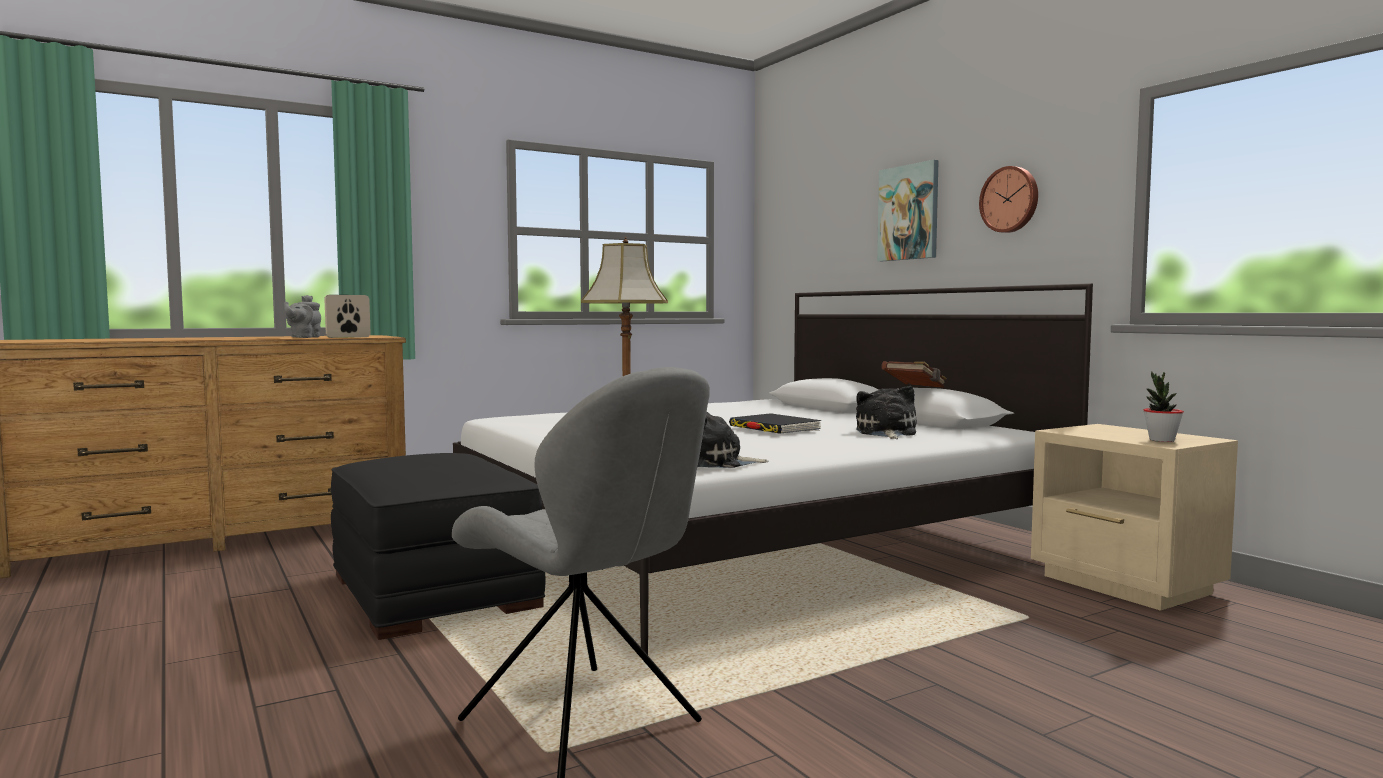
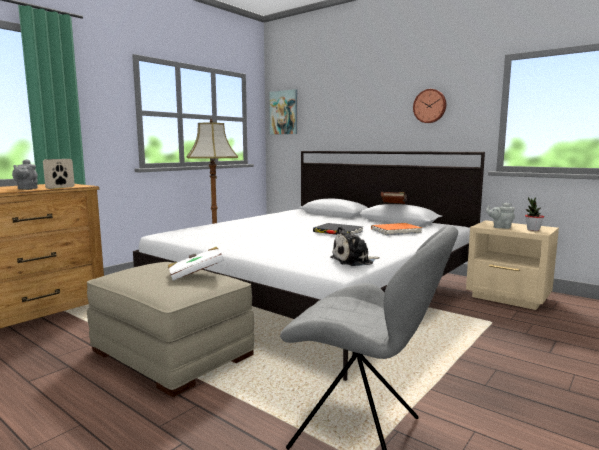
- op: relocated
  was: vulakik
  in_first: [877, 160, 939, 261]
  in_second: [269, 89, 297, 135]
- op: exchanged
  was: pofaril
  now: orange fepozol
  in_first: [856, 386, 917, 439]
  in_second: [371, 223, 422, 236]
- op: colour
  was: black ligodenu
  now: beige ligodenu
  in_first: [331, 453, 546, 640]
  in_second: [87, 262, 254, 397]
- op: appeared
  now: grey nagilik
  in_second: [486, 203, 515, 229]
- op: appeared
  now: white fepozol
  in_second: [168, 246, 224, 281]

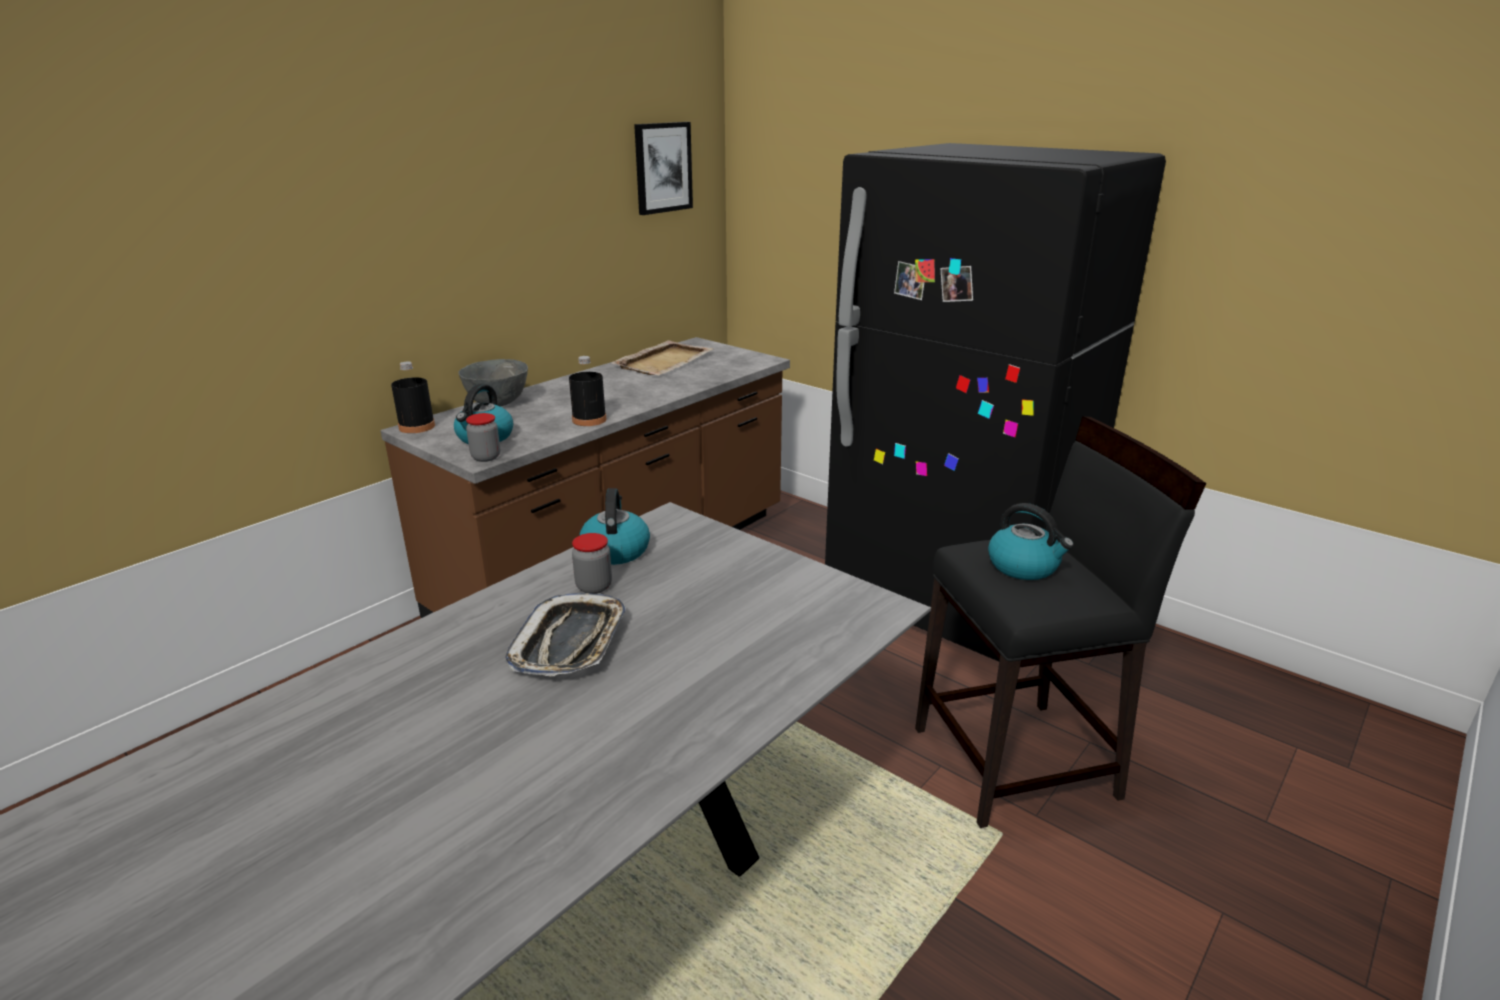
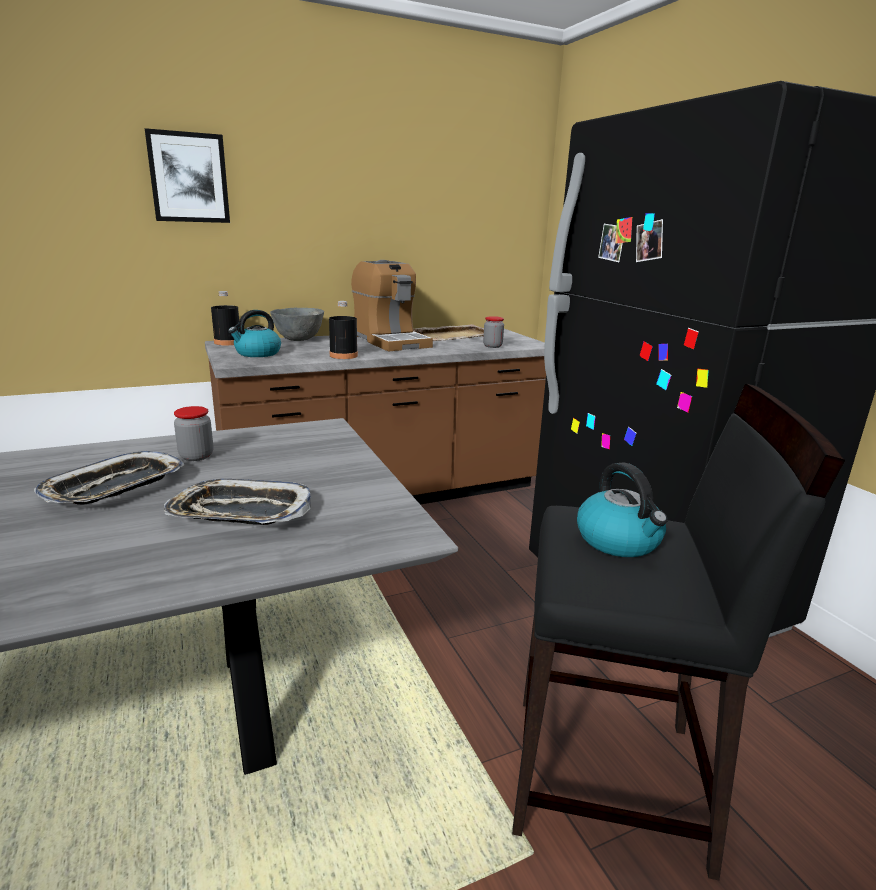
- op: relocated
  was: vulakik
  in_first: [634, 122, 693, 215]
  in_second: [145, 128, 230, 223]
- op: relocated
  was: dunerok
  in_first: [466, 413, 500, 462]
  in_second: [483, 316, 504, 348]
- op: missing
  was: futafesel
  in_first: [579, 488, 650, 565]
- op: appeared
  now: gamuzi
  in_second: [351, 260, 433, 351]
- op: appeared
  now: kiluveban
  in_second: [164, 479, 311, 525]

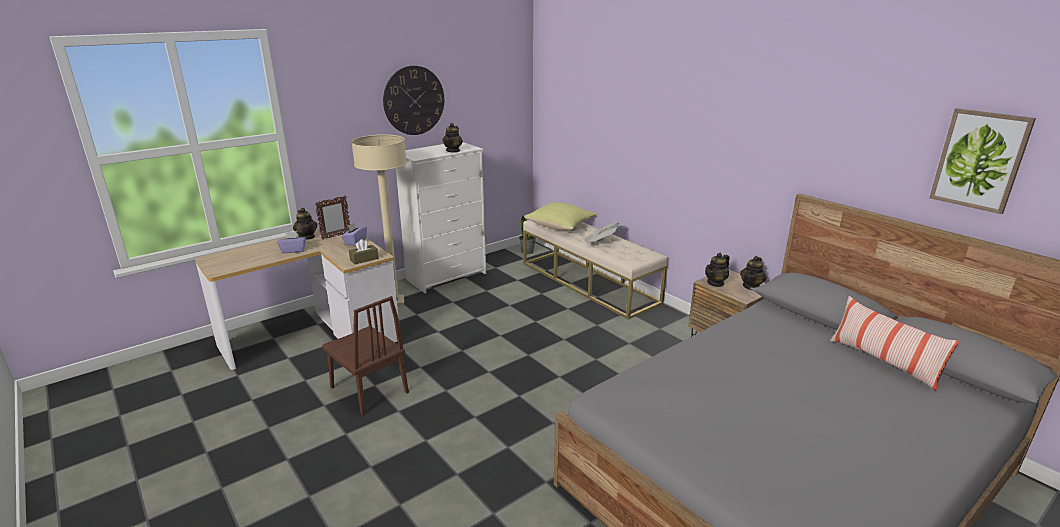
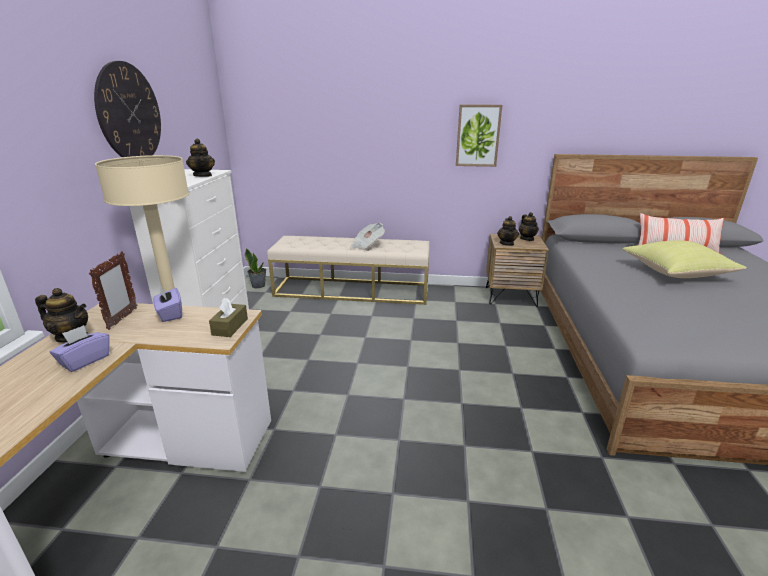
- op: relocated
  was: vulakik
  in_first: [929, 108, 1036, 214]
  in_second: [456, 104, 502, 167]
- op: relocated
  was: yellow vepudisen
  in_first: [524, 202, 597, 230]
  in_second: [622, 240, 747, 278]
- op: missing
  was: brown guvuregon
  in_first: [322, 296, 409, 416]

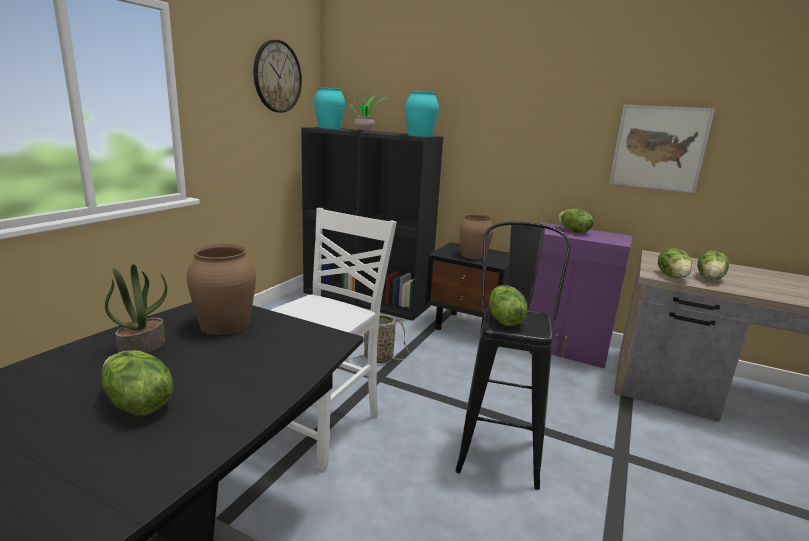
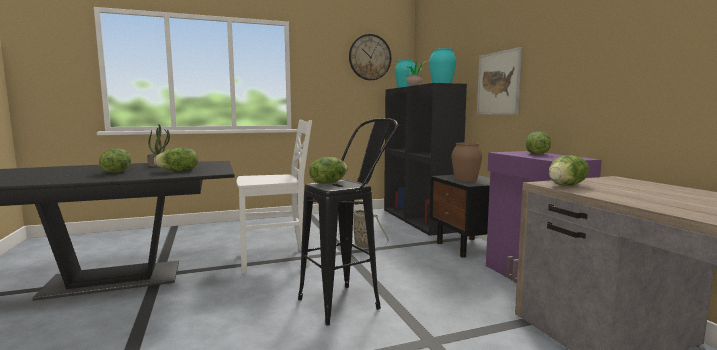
- op: relocated
  was: vulakik
  in_first: [609, 104, 715, 193]
  in_second: [477, 47, 522, 115]
- op: missing
  was: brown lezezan
  in_first: [187, 244, 256, 335]
- op: relocated
  was: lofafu
  in_first: [697, 251, 729, 280]
  in_second: [154, 148, 198, 171]

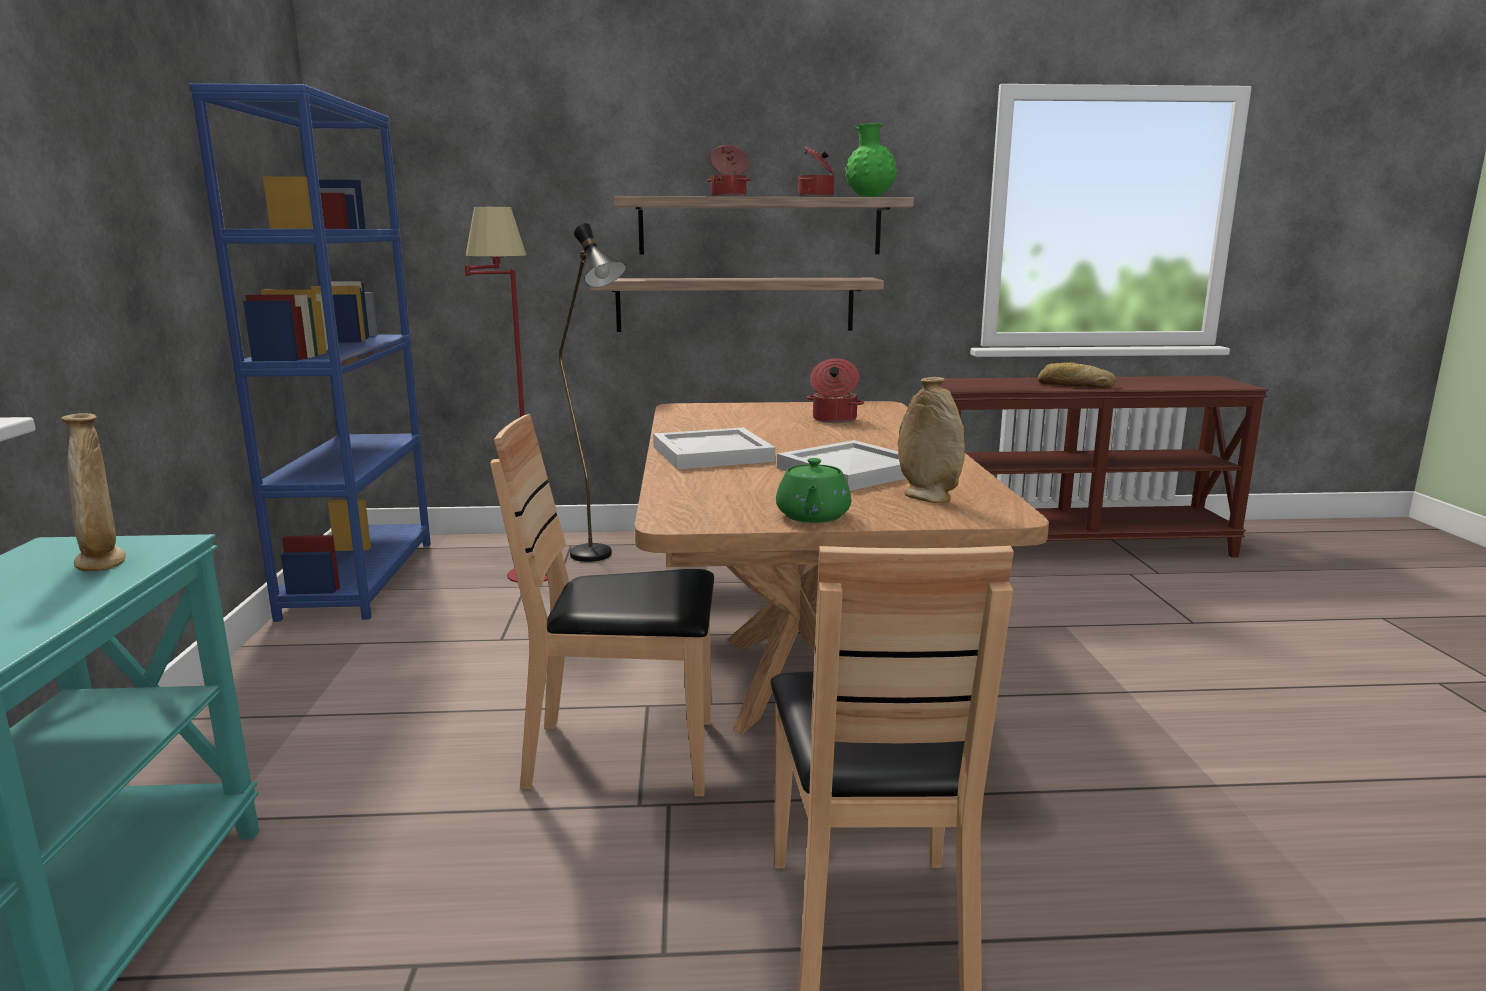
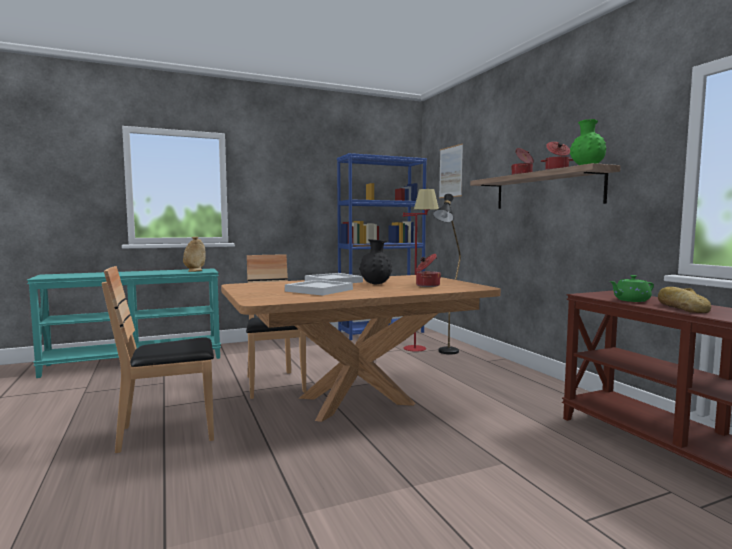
- op: missing
  was: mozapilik
  in_first: [590, 278, 884, 332]
- op: missing
  was: beige lezezan
  in_first: [898, 377, 965, 503]
- op: relocated
  was: green nagilik
  in_first: [776, 458, 851, 523]
  in_second: [609, 275, 654, 302]
- op: appeared
  now: vulakik
  in_second: [439, 143, 463, 198]
- op: appeared
  now: black lezezan
  in_second: [359, 239, 392, 285]

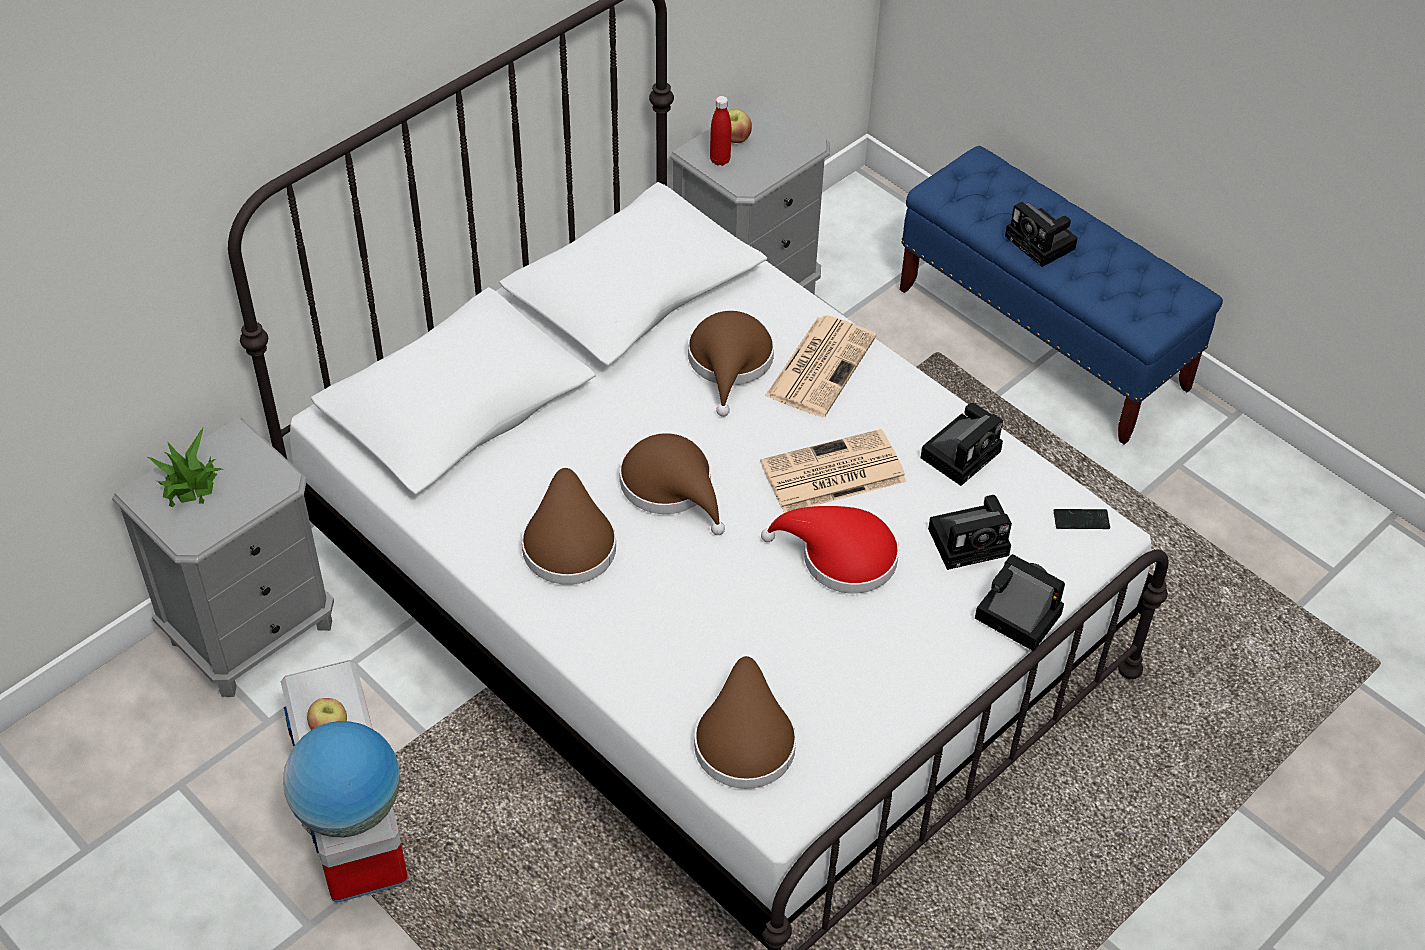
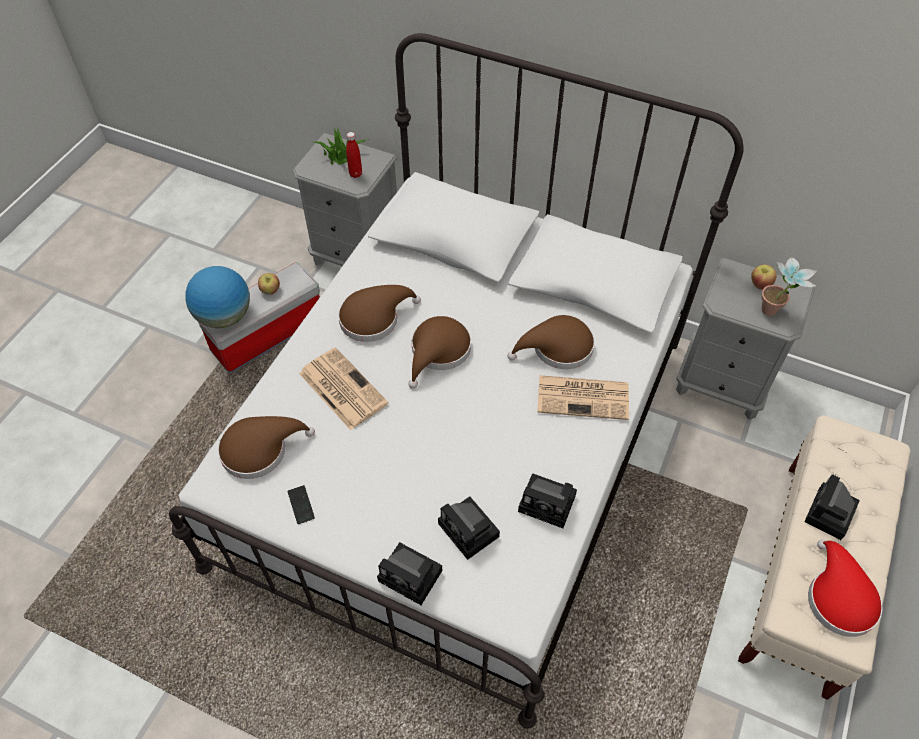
- op: relocated
  was: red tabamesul
  in_first: [710, 96, 731, 166]
  in_second: [346, 132, 362, 178]
- op: colour
  was: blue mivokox
  now: beige mivokox
  in_first: [900, 146, 1223, 445]
  in_second: [738, 415, 911, 700]
- op: relocated
  was: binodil
  in_first: [760, 429, 907, 513]
  in_second: [299, 347, 388, 430]
- op: relocated
  was: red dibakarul
  in_first: [761, 506, 899, 593]
  in_second: [808, 539, 883, 637]
- op: relocated
  was: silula
  in_first: [1053, 509, 1110, 529]
  in_second: [287, 485, 315, 524]
- op: spun
  was: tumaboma
  in_first: [975, 554, 1065, 651]
  in_second: [377, 542, 442, 605]
  clockwise: 105
- op: appeared
  now: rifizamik
  in_second: [761, 257, 817, 316]

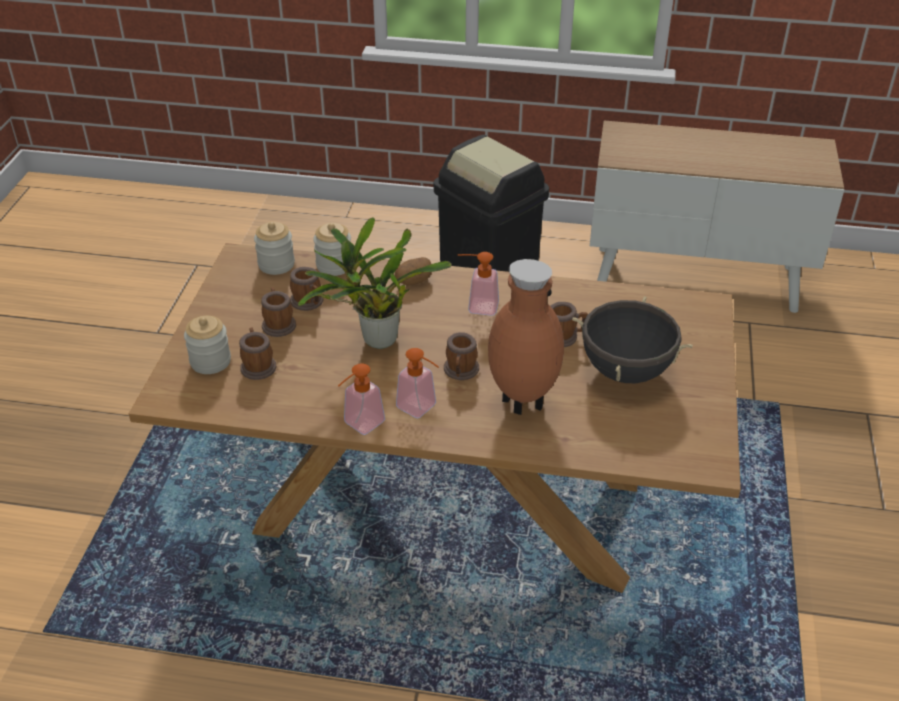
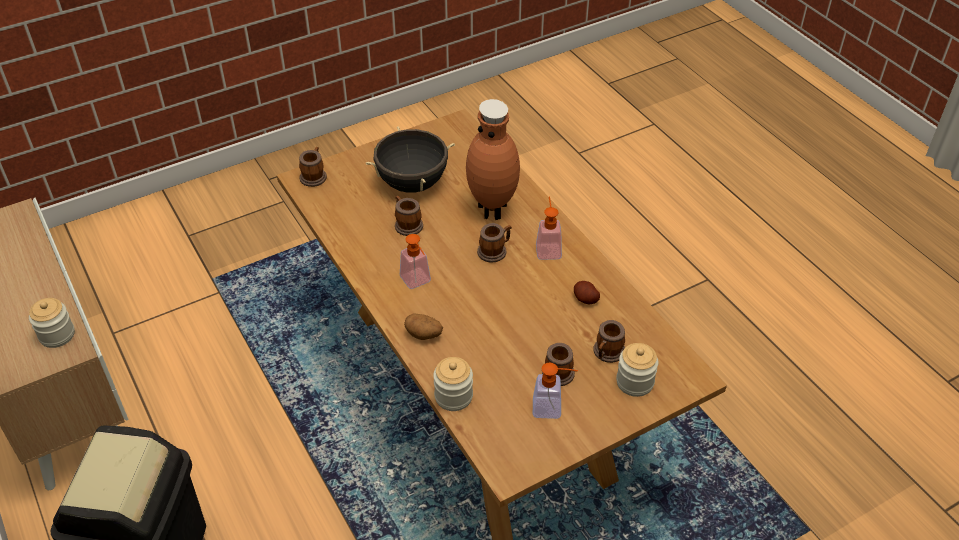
- op: missing
  was: rifizamik
  in_first: [298, 217, 451, 349]
- op: relocated
  was: dunerok
  in_first: [254, 222, 295, 275]
  in_second: [29, 298, 75, 348]
- op: relocated
  was: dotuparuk
  in_first: [290, 267, 324, 311]
  in_second: [299, 147, 327, 187]
- op: relocated
  was: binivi
  in_first: [338, 363, 385, 435]
  in_second: [533, 363, 578, 419]
- op: appeared
  now: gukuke
  in_second: [574, 281, 600, 304]

